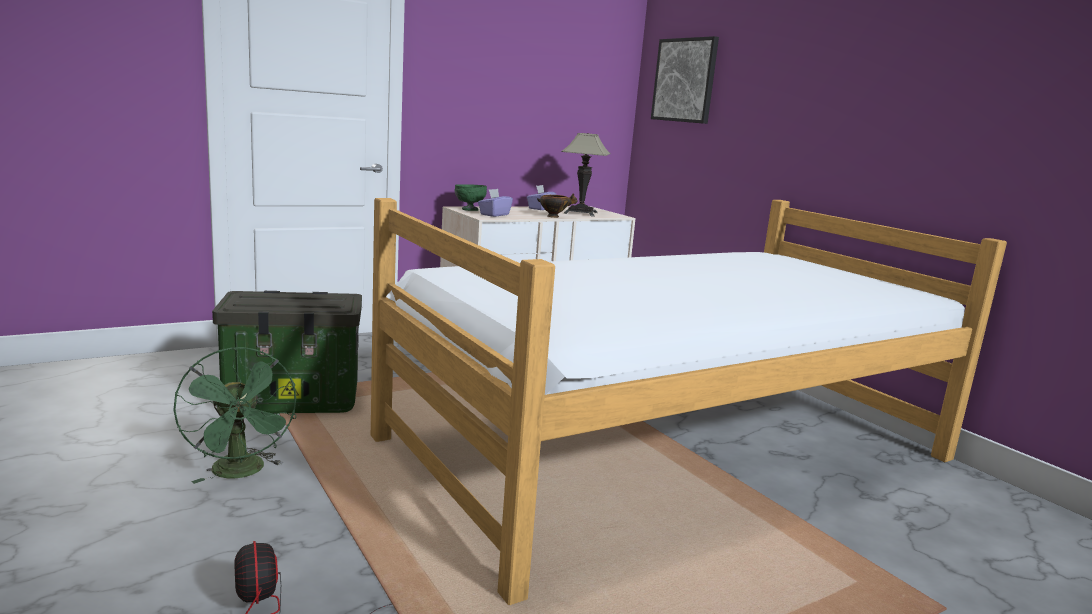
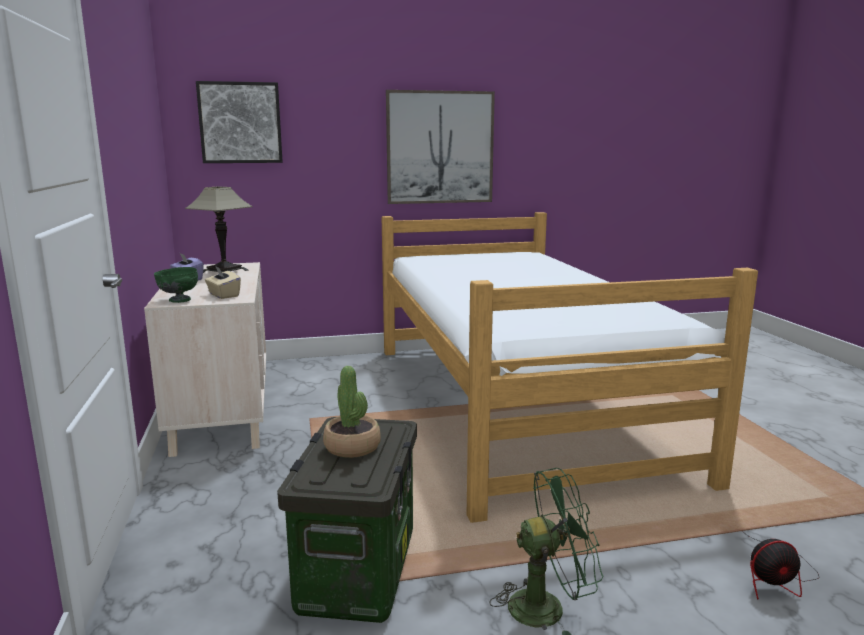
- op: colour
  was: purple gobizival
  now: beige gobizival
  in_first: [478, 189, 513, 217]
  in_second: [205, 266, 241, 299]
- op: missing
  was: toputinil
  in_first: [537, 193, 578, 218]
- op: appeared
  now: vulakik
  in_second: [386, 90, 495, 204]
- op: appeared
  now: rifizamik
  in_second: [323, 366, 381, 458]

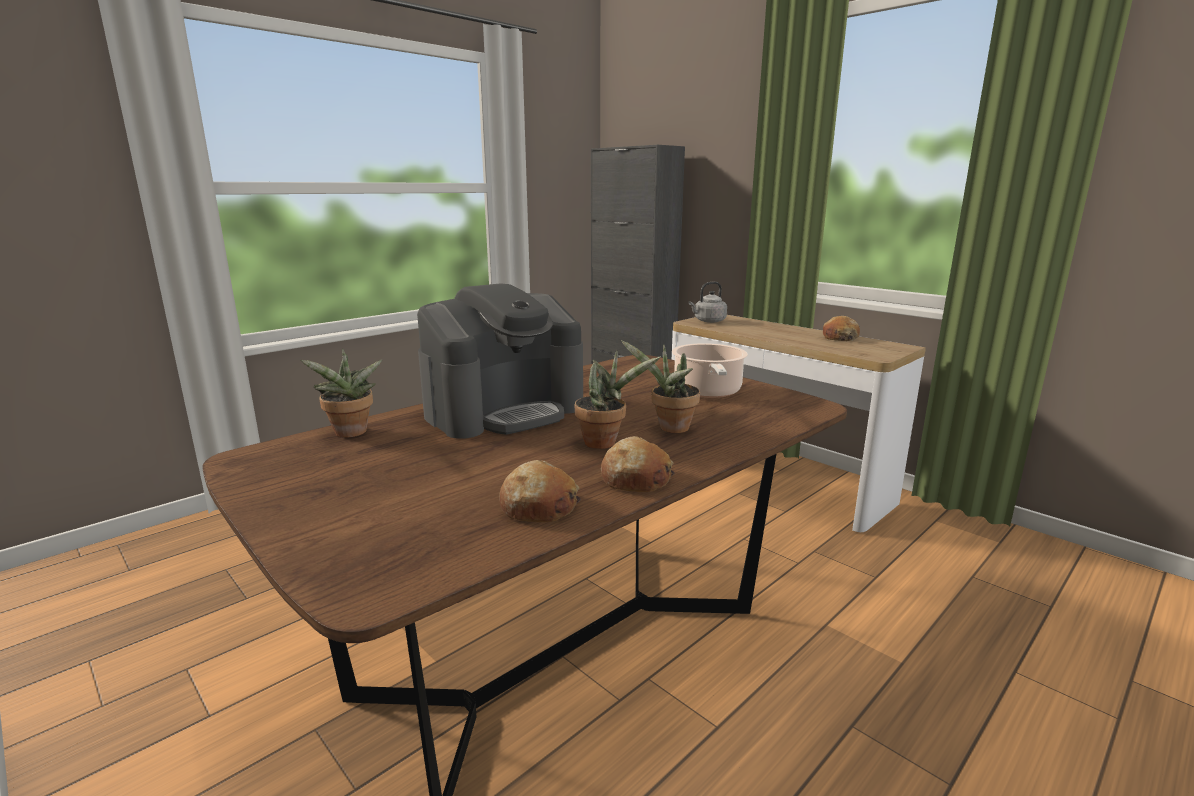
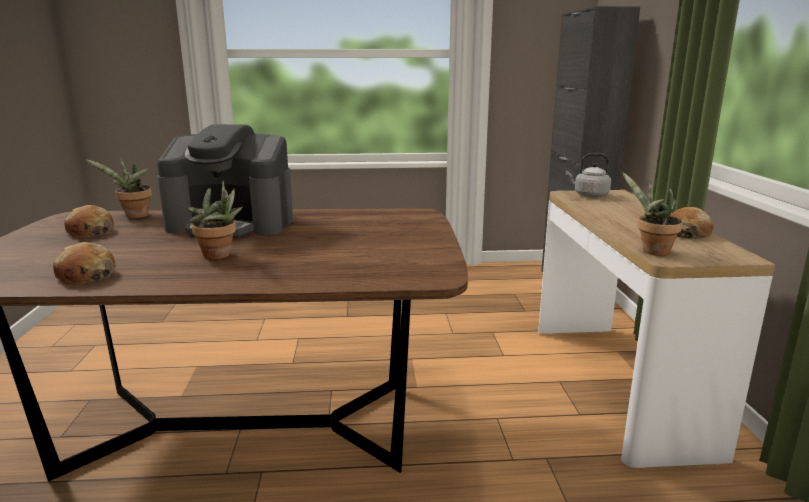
- op: relocated
  was: rifizamik
  in_first: [621, 340, 700, 433]
  in_second: [622, 172, 683, 256]
- op: missing
  was: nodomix
  in_first: [672, 343, 748, 398]
- op: relocated
  was: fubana
  in_first: [601, 436, 675, 492]
  in_second: [64, 205, 114, 238]

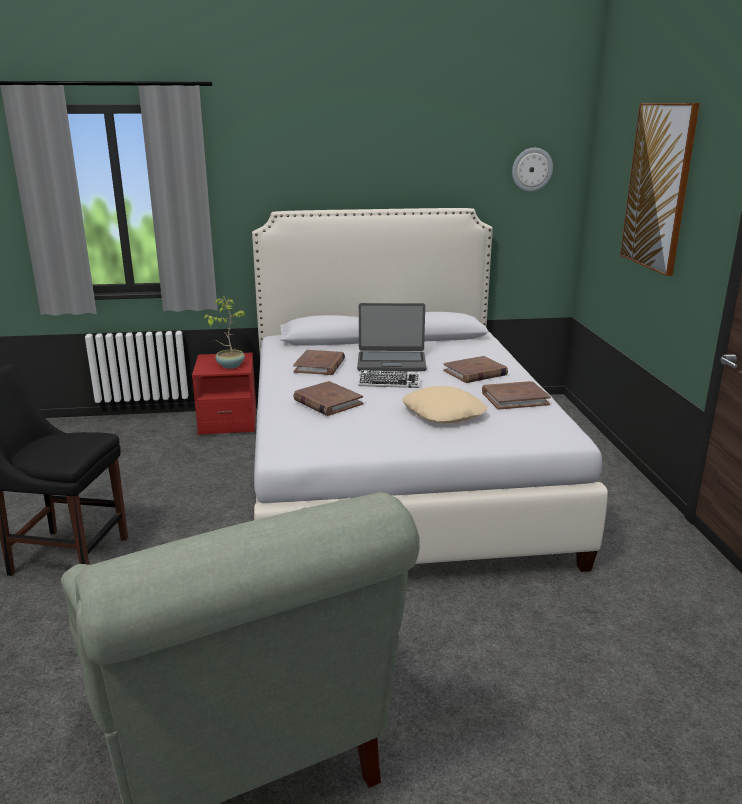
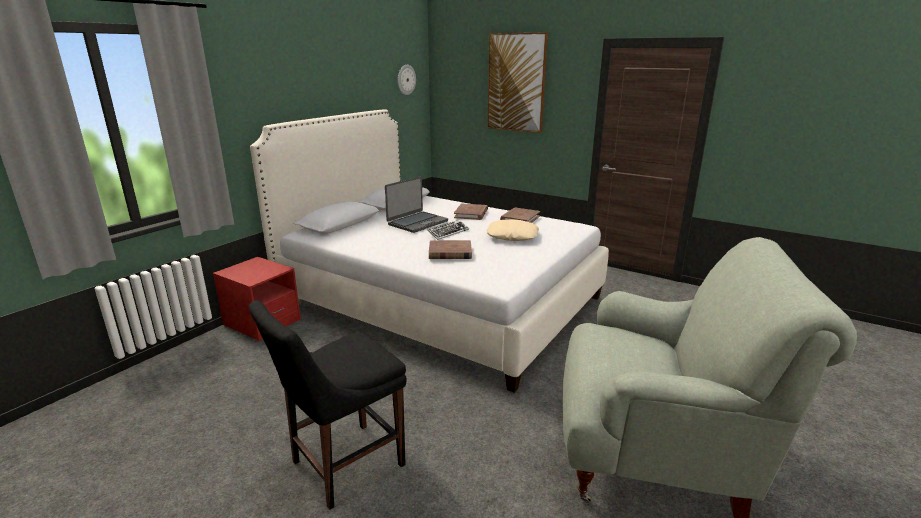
- op: missing
  was: rifizamik
  in_first: [203, 296, 245, 369]
- op: missing
  was: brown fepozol
  in_first: [293, 350, 345, 375]

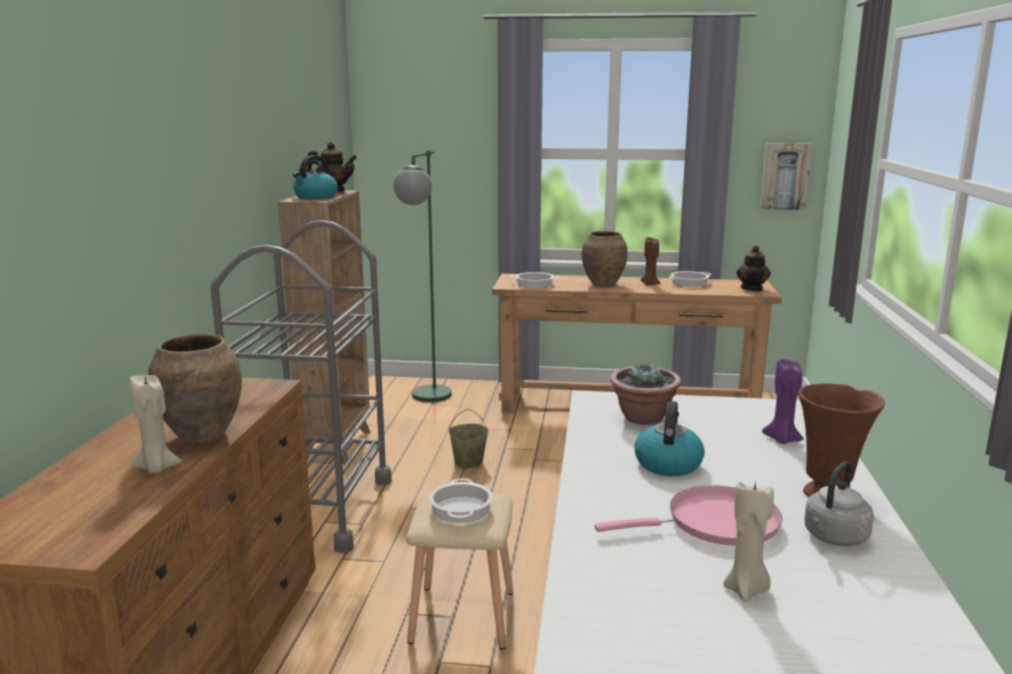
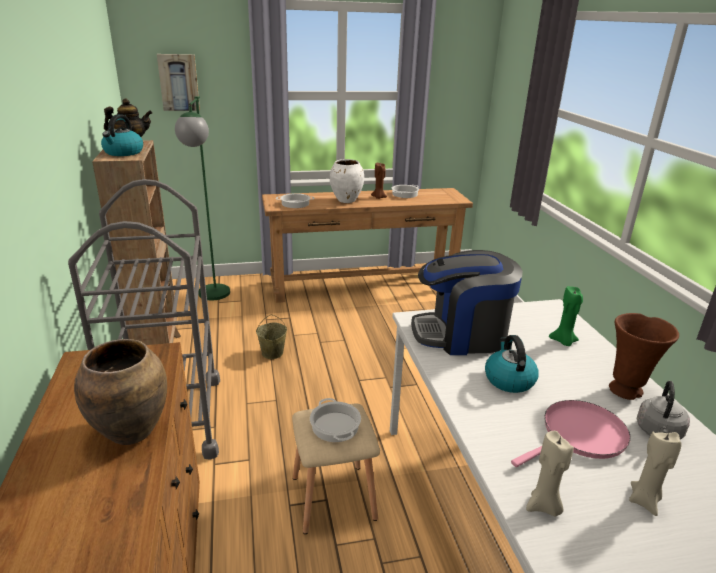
- op: relocated
  was: vulakik
  in_first: [760, 143, 812, 210]
  in_second: [157, 54, 200, 111]
- op: colour
  was: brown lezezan
  now: white lezezan
  in_first: [582, 231, 628, 287]
  in_second: [330, 159, 364, 203]
- op: missing
  was: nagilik
  in_first: [736, 245, 771, 291]
- op: colour
  was: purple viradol
  now: green viradol
  in_first: [762, 359, 804, 444]
  in_second: [549, 286, 583, 346]
- op: exchanged
  was: rifizamik
  now: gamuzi
  in_first: [610, 363, 681, 425]
  in_second: [411, 250, 523, 355]
- op: relocated
  was: beige viradol
  in_first: [130, 375, 182, 473]
  in_second: [526, 431, 574, 517]

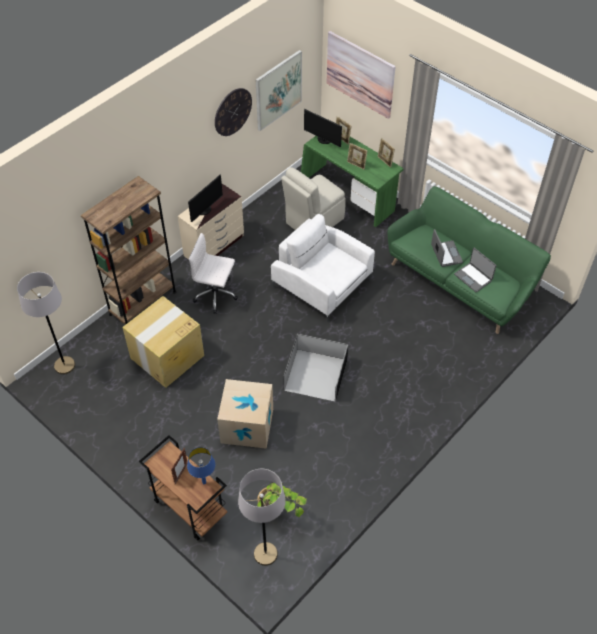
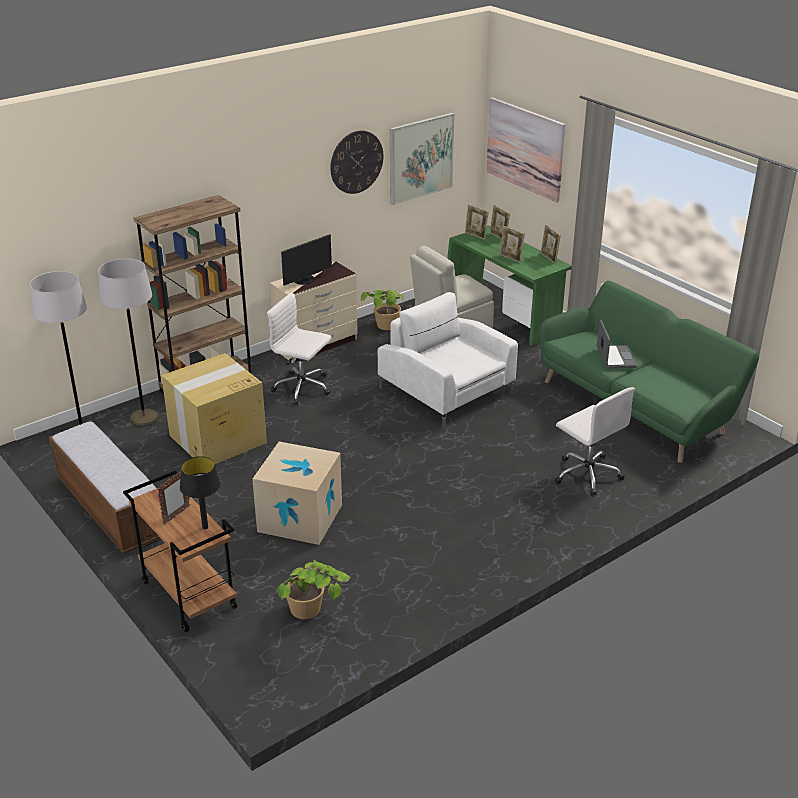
- op: exchanged
  was: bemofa
  now: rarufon
  in_first: [304, 109, 342, 147]
  in_second: [465, 204, 489, 240]
- op: missing
  was: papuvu
  in_first: [454, 248, 496, 292]
- op: missing
  was: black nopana
  in_first: [283, 333, 349, 402]
- op: colour
  was: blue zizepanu
  now: black zizepanu
  in_first: [187, 447, 215, 484]
  in_second: [180, 456, 221, 529]
- op: relocated
  was: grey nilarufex
  in_first: [238, 469, 286, 566]
  in_second: [98, 259, 158, 426]
- op: appeared
  now: rifizamik
  in_second: [361, 289, 404, 330]
- op: appeared
  now: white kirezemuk
  in_second: [555, 387, 635, 496]
- op: appeared
  now: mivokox
  in_second: [49, 421, 161, 554]

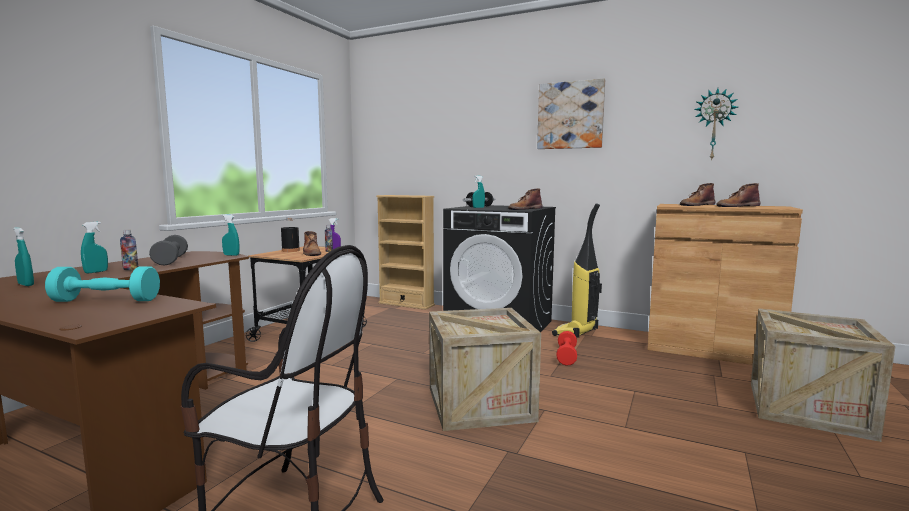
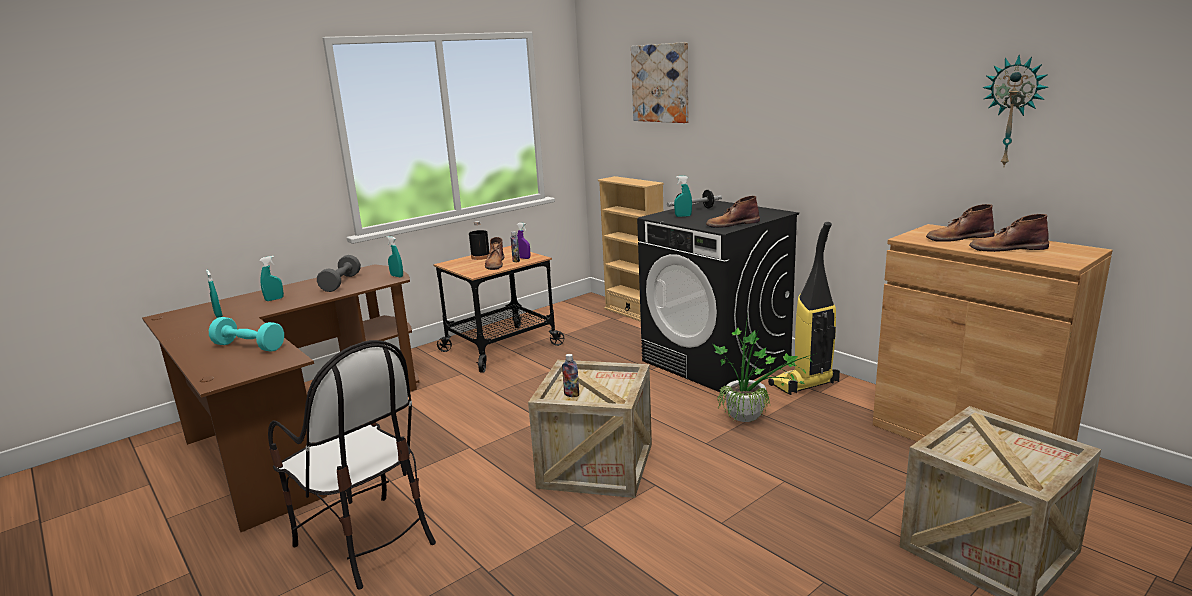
- op: relocated
  was: vulakik
  in_first: [537, 78, 605, 149]
  in_second: [631, 42, 689, 123]
- op: relocated
  was: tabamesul
  in_first: [120, 230, 138, 270]
  in_second: [562, 354, 579, 397]
- op: exchanged
  was: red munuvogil
  now: rifizamik
  in_first: [556, 331, 577, 366]
  in_second: [713, 315, 817, 422]

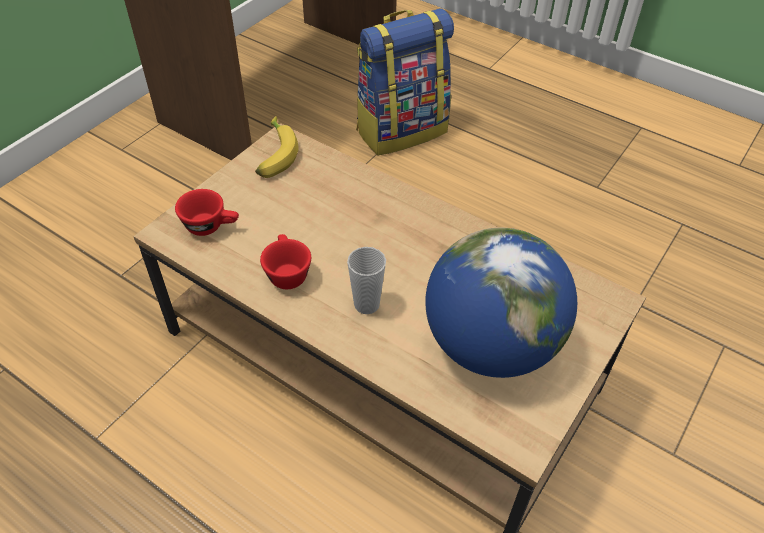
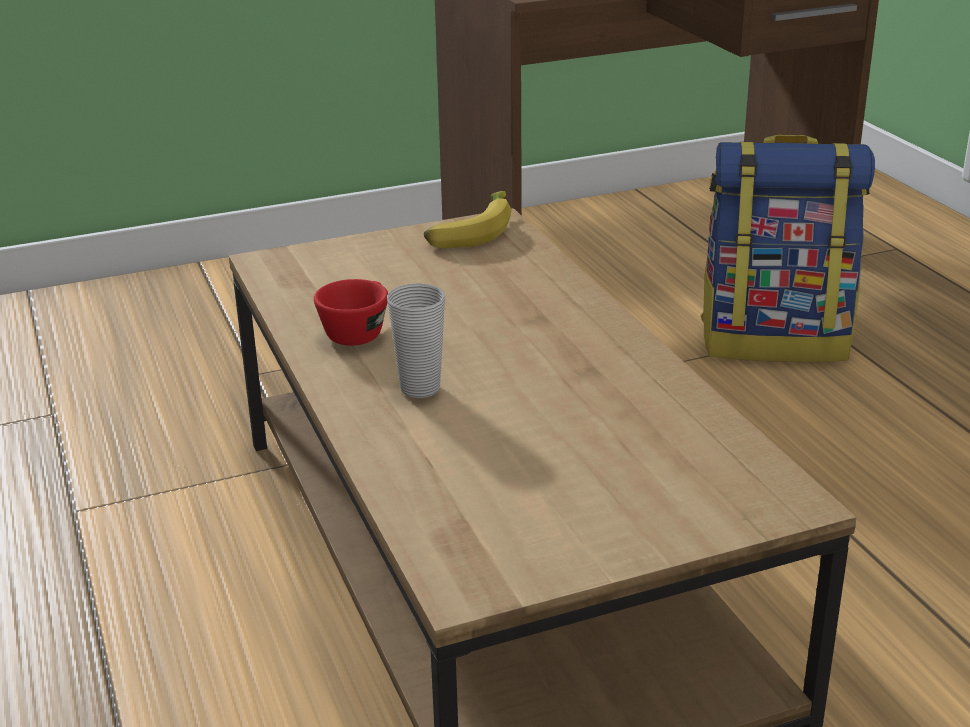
- op: missing
  was: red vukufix
  in_first: [175, 189, 239, 236]
- op: missing
  was: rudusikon
  in_first: [425, 228, 577, 378]

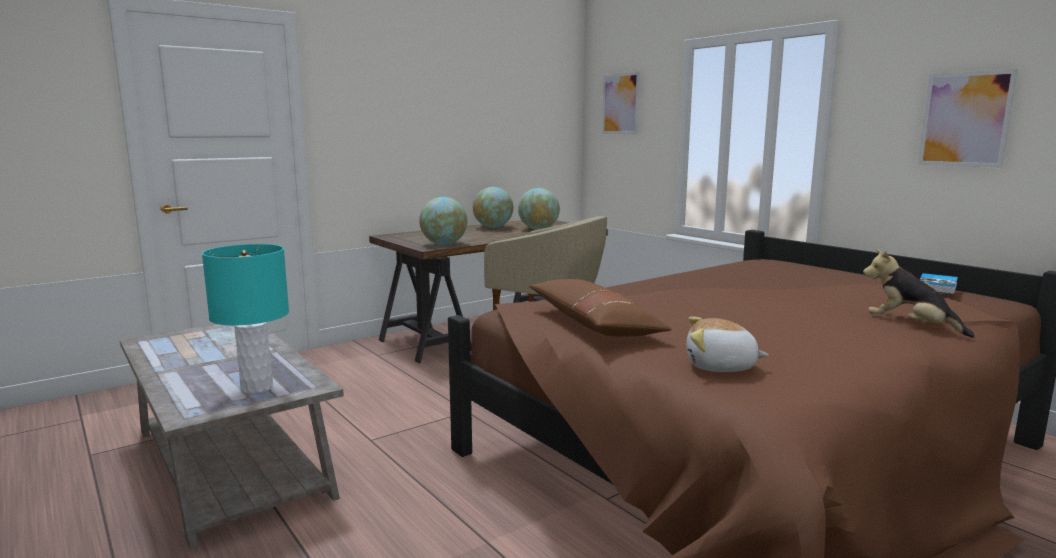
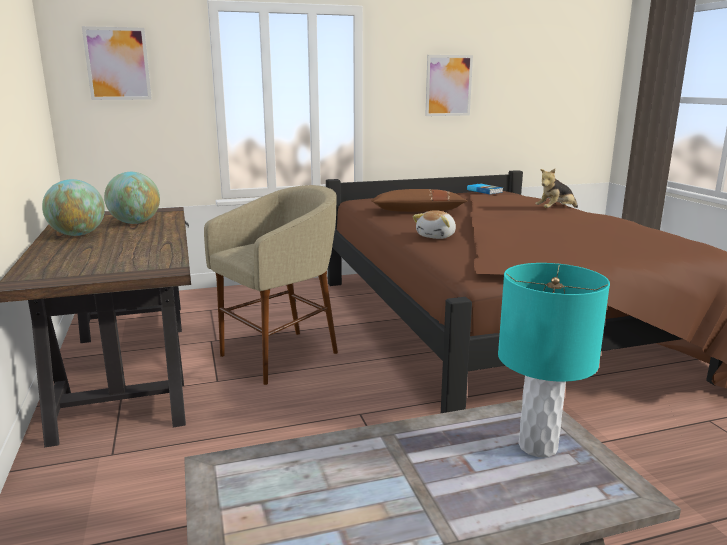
- op: missing
  was: rudusikon
  in_first: [419, 197, 468, 245]
- op: relocated
  was: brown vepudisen
  in_first: [529, 279, 672, 337]
  in_second: [371, 189, 467, 212]
- op: relocated
  was: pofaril
  in_first: [686, 317, 768, 372]
  in_second: [413, 210, 456, 239]

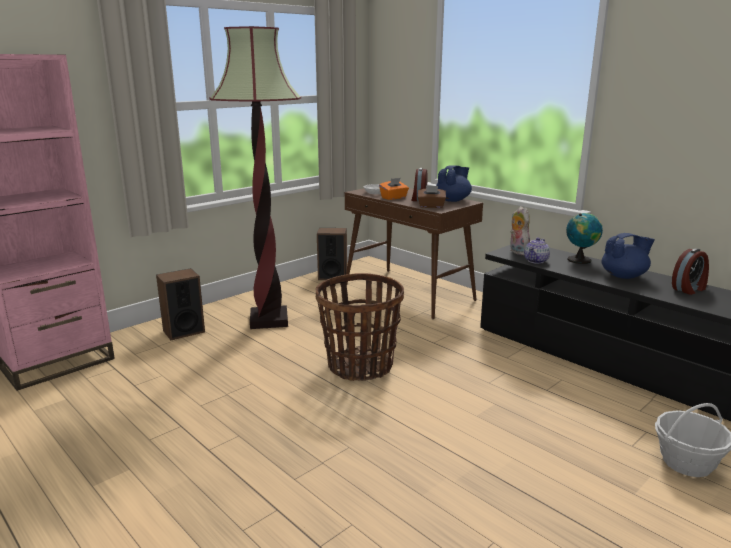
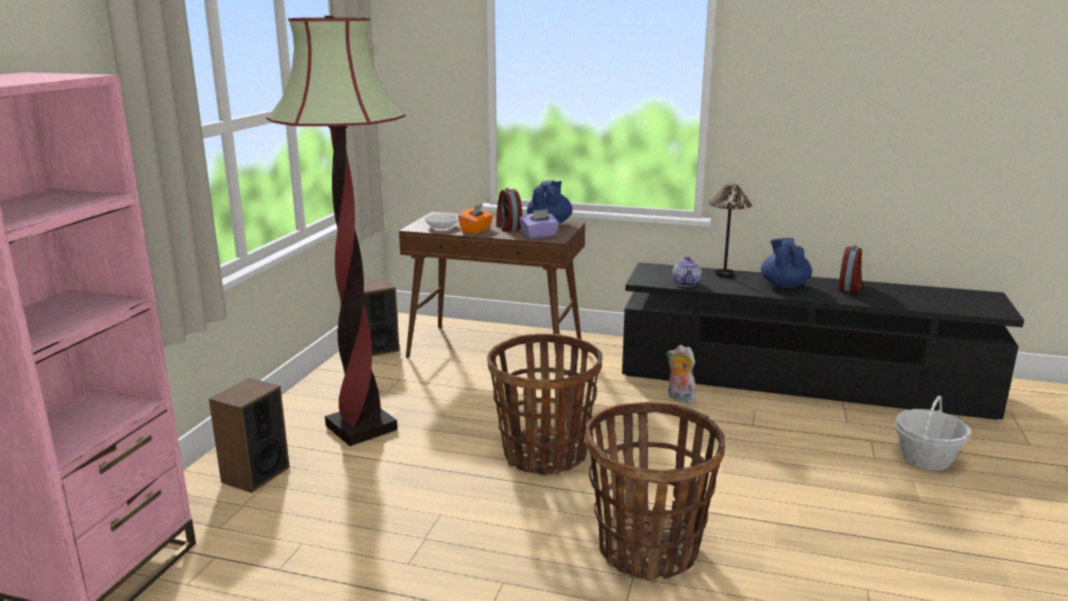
- op: colour
  was: brown gobizival
  now: purple gobizival
  in_first: [418, 185, 446, 208]
  in_second: [519, 209, 559, 239]
- op: relocated
  was: pofaril
  in_first: [510, 206, 530, 255]
  in_second: [666, 345, 698, 404]
- op: exchanged
  was: rudusikon
  now: zizepanu
  in_first: [566, 213, 603, 264]
  in_second: [708, 184, 752, 278]
- op: spun
  was: blue nagilik
  in_first: [602, 233, 655, 279]
  in_second: [761, 238, 812, 288]
  clockwise: -45
- op: appeared
  now: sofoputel
  in_second: [584, 402, 725, 582]

